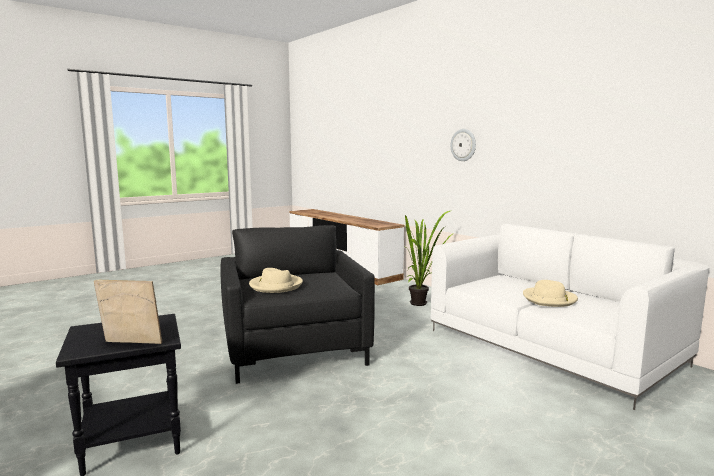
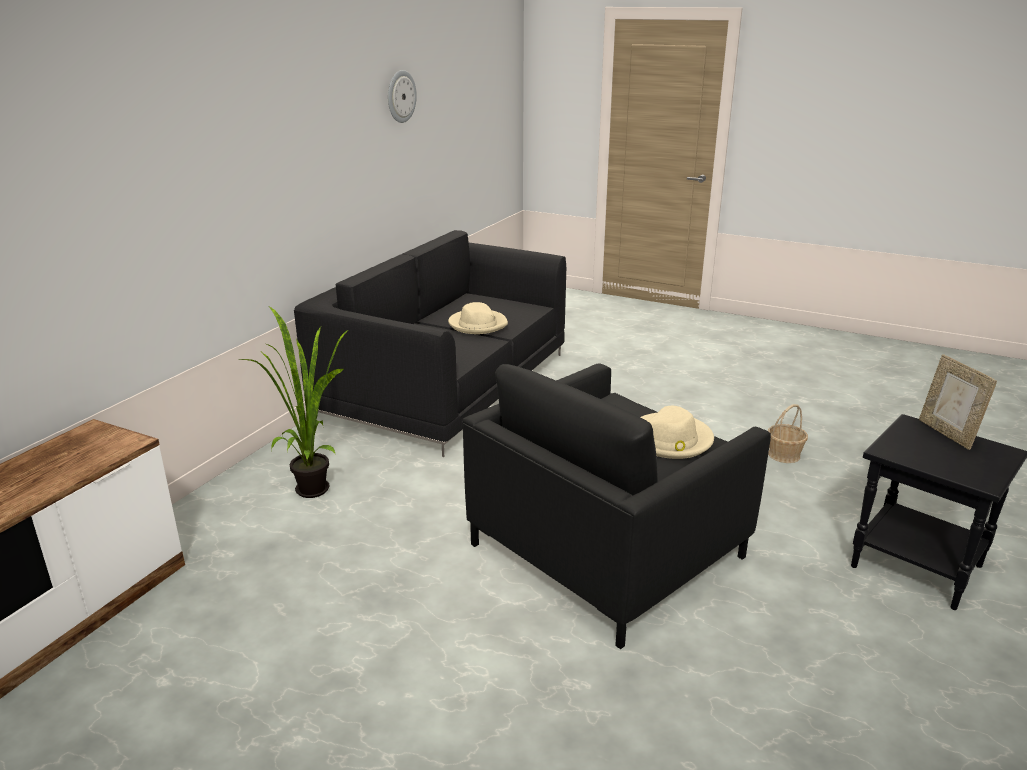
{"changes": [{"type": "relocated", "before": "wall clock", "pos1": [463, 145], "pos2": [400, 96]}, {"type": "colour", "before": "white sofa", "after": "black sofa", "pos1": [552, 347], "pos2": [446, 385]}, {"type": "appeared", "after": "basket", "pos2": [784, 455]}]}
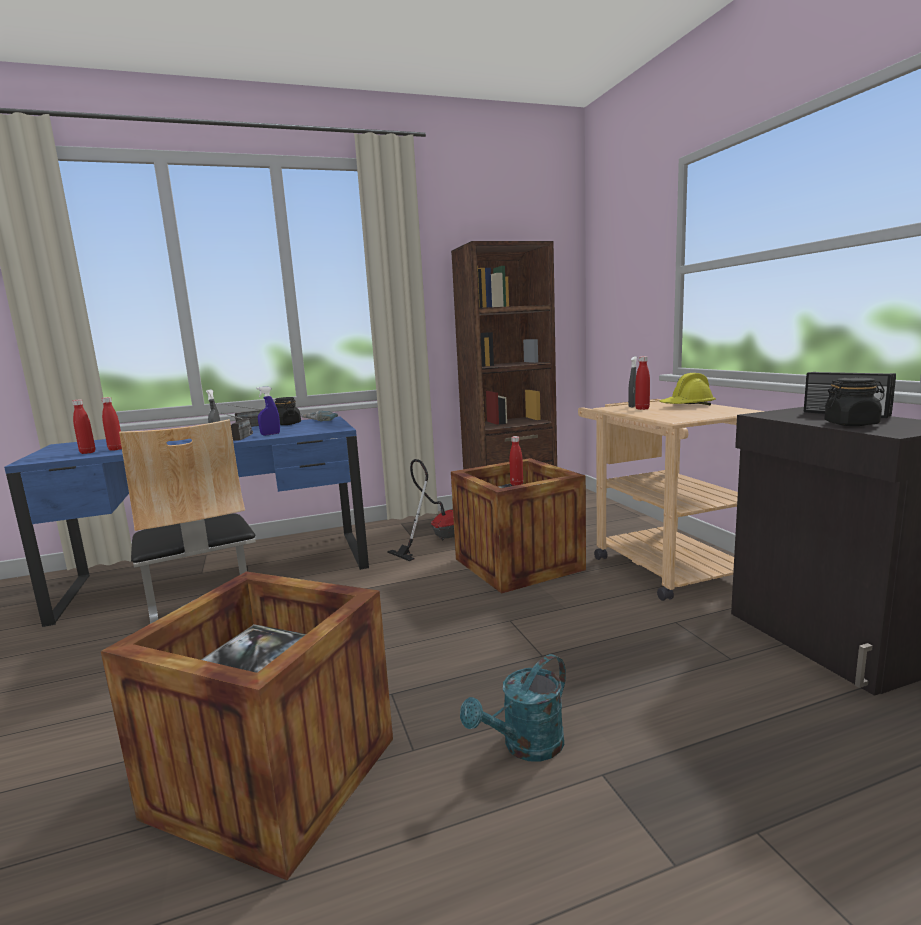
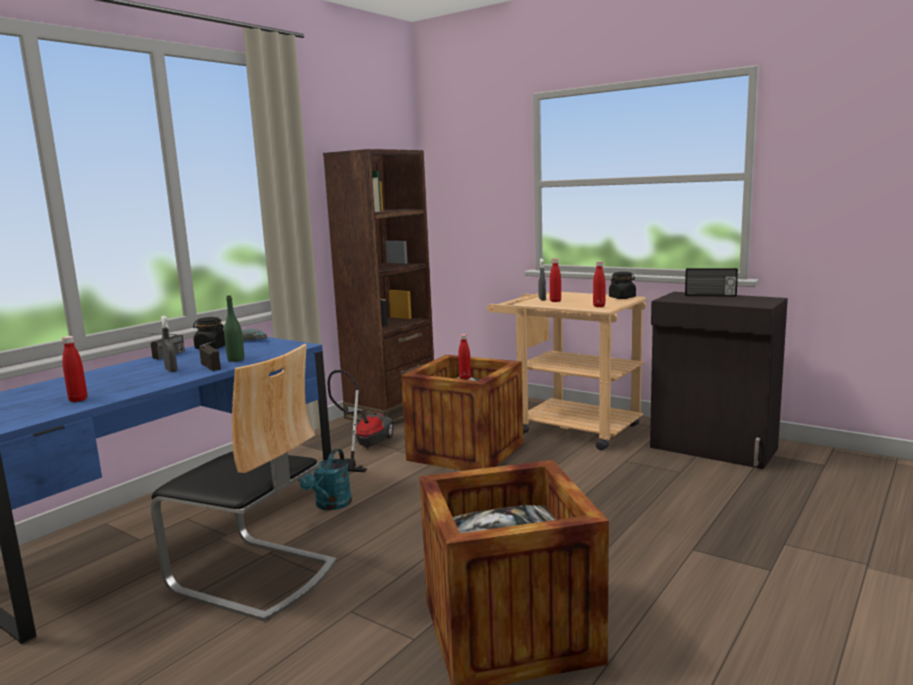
{"changes": [{"type": "missing", "before": "yellow hard hat", "pos1": [687, 406]}, {"type": "relocated", "before": "black jar", "pos1": [851, 424], "pos2": [622, 298]}, {"type": "exchanged", "before": "blue spray bottle", "after": "green bottle", "pos1": [270, 434], "pos2": [236, 360]}, {"type": "relocated", "before": "red bottle", "pos1": [87, 452], "pos2": [599, 306]}, {"type": "relocated", "before": "turquoise watering can", "pos1": [525, 747], "pos2": [330, 505]}]}
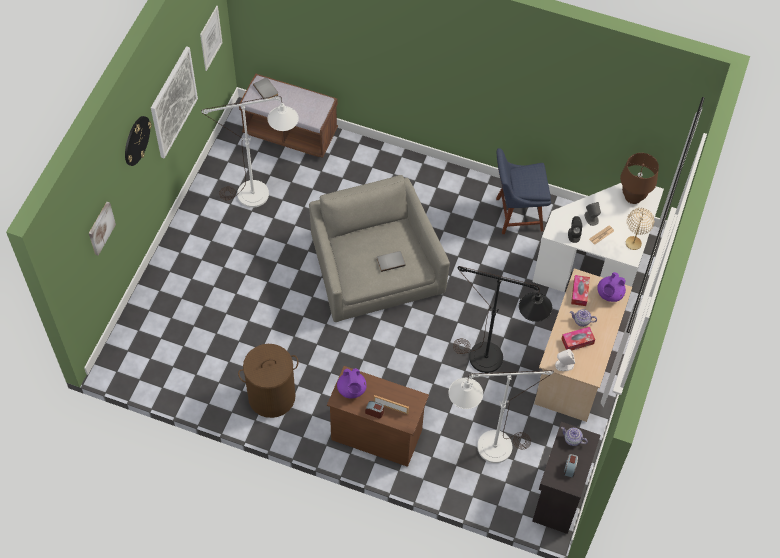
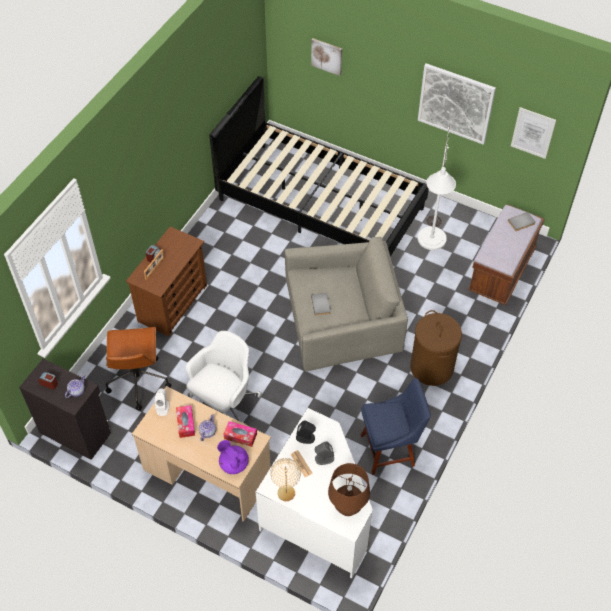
{"changes": [{"type": "missing", "before": "wall clock", "pos1": [136, 140]}, {"type": "spun", "before": "blue chair", "pos1": [516, 214], "pos2": [390, 449], "turn": 75}, {"type": "exchanged", "before": "black floor lamp", "after": "white office chair", "pos1": [495, 362], "pos2": [223, 403]}, {"type": "relocated", "before": "brown laundry basket", "pos1": [271, 397], "pos2": [431, 367]}, {"type": "missing", "before": "purple teapot", "pos1": [351, 390]}, {"type": "exchanged", "before": "white floor lamp", "after": "brown office chair", "pos1": [484, 449], "pos2": [138, 381]}, {"type": "appeared", "after": "black bed", "pos2": [320, 203]}]}
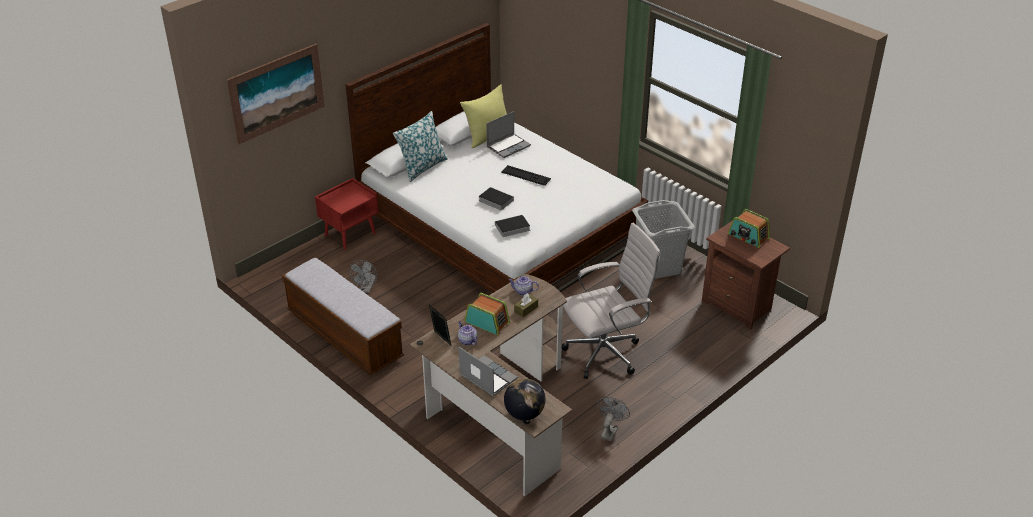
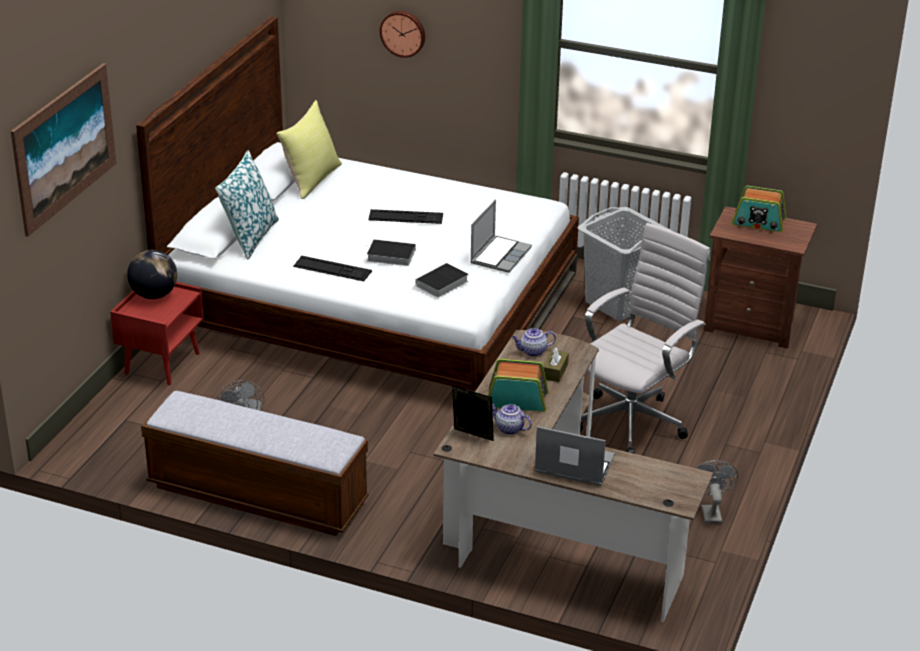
{"changes": [{"type": "relocated", "before": "laptop", "pos1": [508, 146], "pos2": [500, 255]}, {"type": "relocated", "before": "globe", "pos1": [524, 414], "pos2": [154, 295]}, {"type": "appeared", "after": "wall clock", "pos2": [403, 33]}, {"type": "appeared", "after": "keyboard", "pos2": [332, 269]}]}
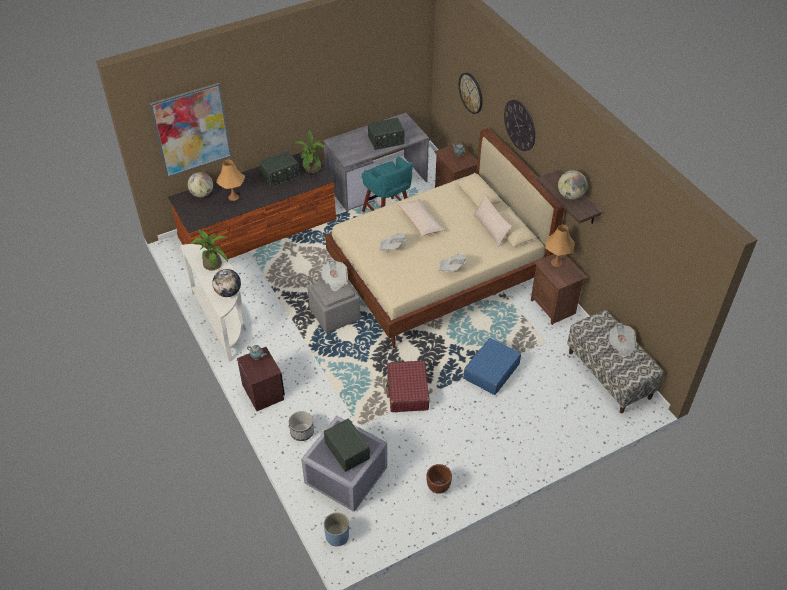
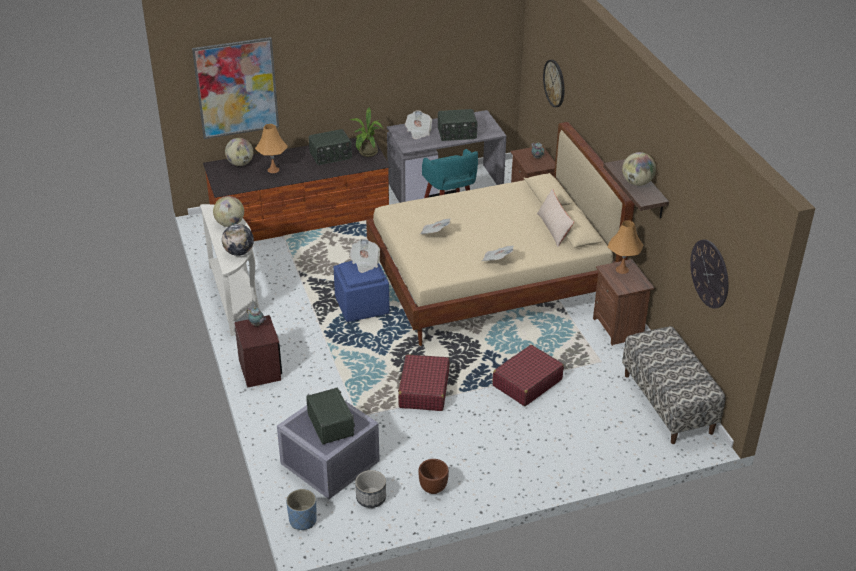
{"changes": [{"type": "relocated", "before": "wall clock", "pos1": [520, 125], "pos2": [709, 273]}, {"type": "missing", "before": "beige pillow", "pos1": [420, 222]}, {"type": "exchanged", "before": "potted plant", "after": "globe", "pos1": [212, 263], "pos2": [230, 224]}, {"type": "colour", "before": "grey ottoman", "after": "blue ottoman", "pos1": [335, 315], "pos2": [362, 306]}, {"type": "relocated", "before": "newspaper", "pos1": [621, 345], "pos2": [418, 132]}, {"type": "colour", "before": "blue suitcase", "after": "red suitcase", "pos1": [491, 371], "pos2": [527, 383]}, {"type": "relocated", "before": "planter", "pos1": [302, 432], "pos2": [371, 498]}]}
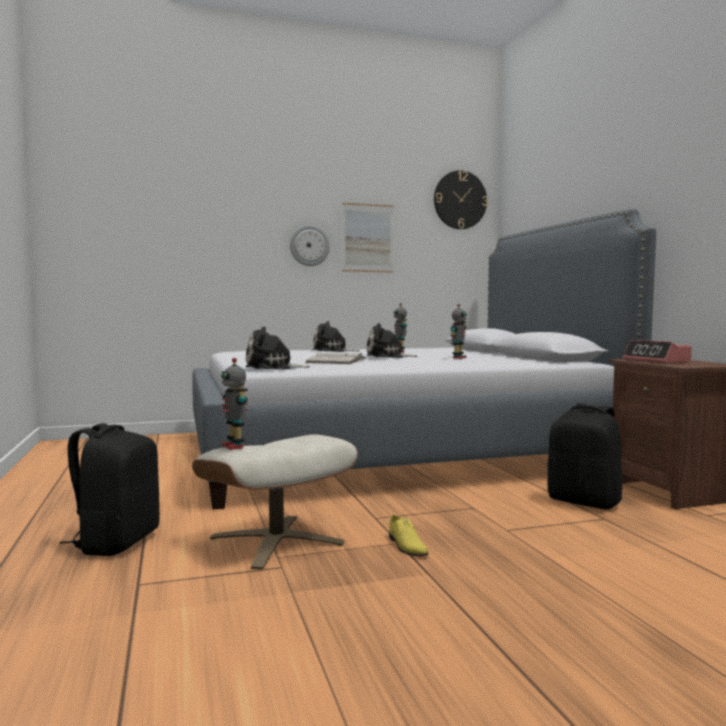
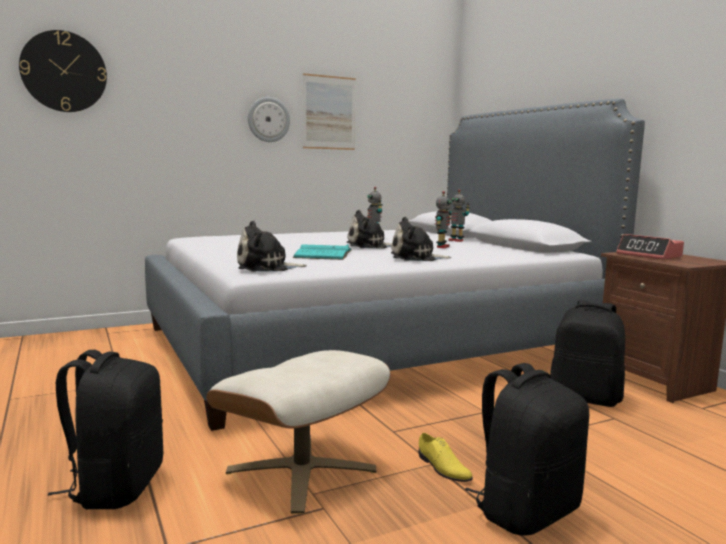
{"changes": [{"type": "relocated", "before": "wall clock", "pos1": [460, 200], "pos2": [64, 72]}, {"type": "relocated", "before": "plush toy", "pos1": [332, 351], "pos2": [416, 258]}, {"type": "colour", "before": "white book", "after": "turquoise book", "pos1": [336, 361], "pos2": [323, 254]}, {"type": "relocated", "before": "toy robot", "pos1": [234, 446], "pos2": [456, 240]}, {"type": "appeared", "after": "black backpack", "pos2": [525, 511]}]}
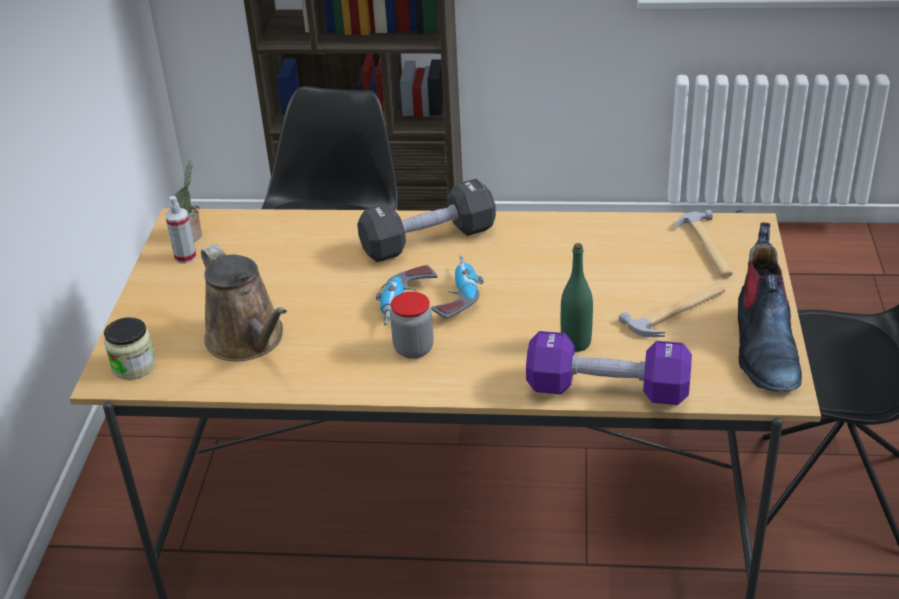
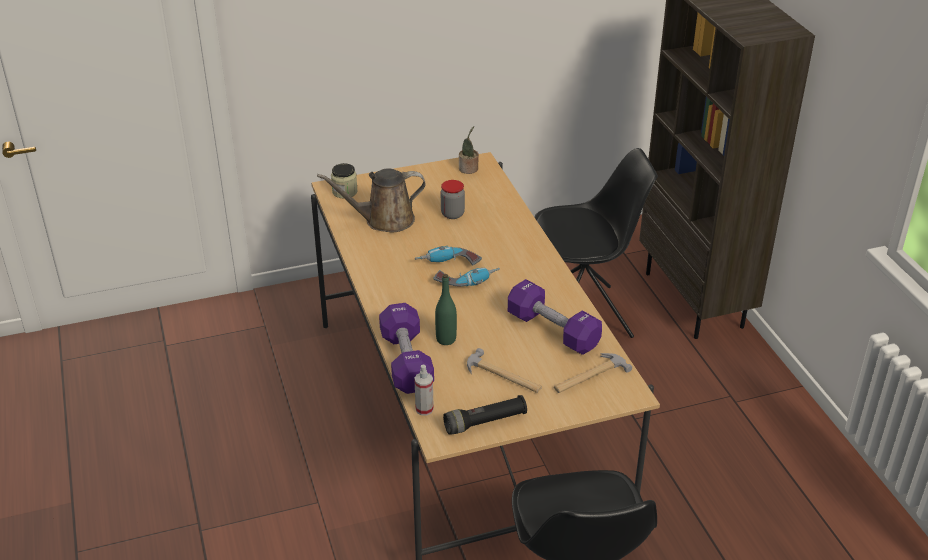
{"changes": [{"type": "missing", "before": "black dumbbell", "pos1": [428, 240]}, {"type": "relocated", "before": "spray bottle", "pos1": [185, 257], "pos2": [424, 409]}, {"type": "exchanged", "before": "boot", "after": "black flashlight", "pos1": [764, 348], "pos2": [485, 422]}, {"type": "spun", "before": "brown watering can", "pos1": [249, 340], "pos2": [384, 220], "turn": 45}, {"type": "relocated", "before": "jar", "pos1": [413, 349], "pos2": [452, 214]}, {"type": "appeared", "after": "purple dumbbell", "pos2": [553, 330]}]}
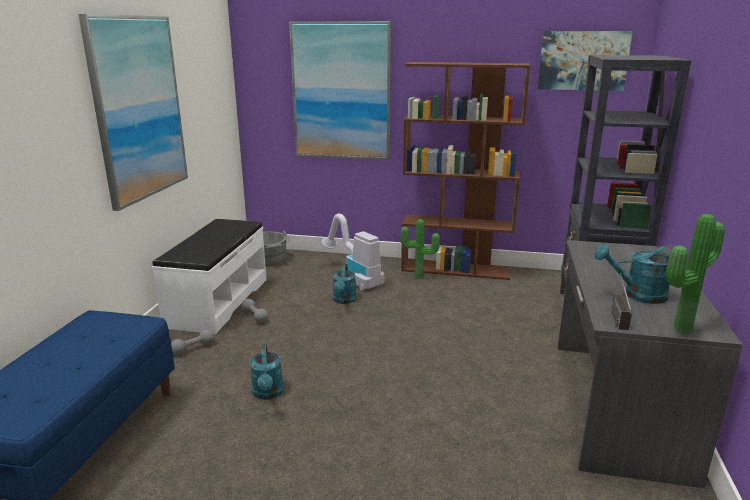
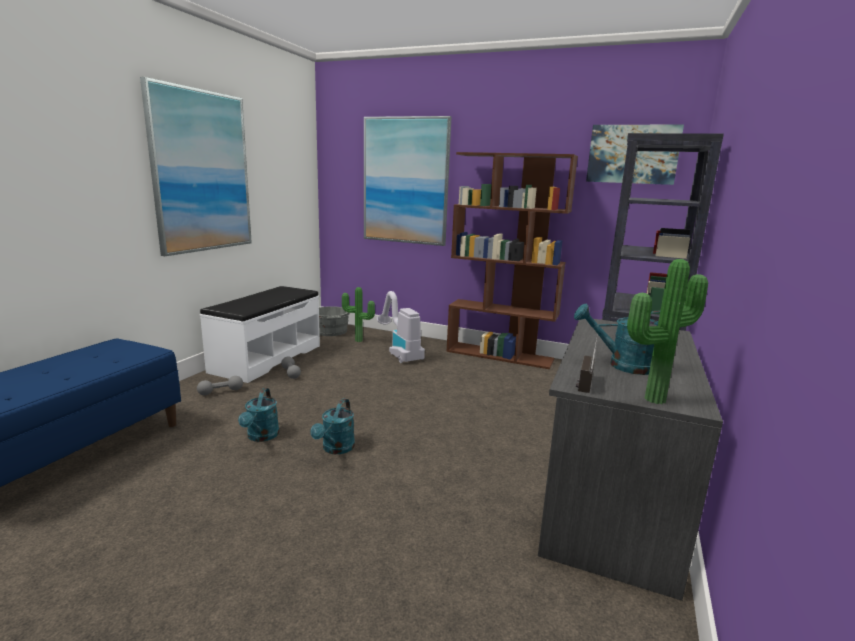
{"changes": [{"type": "relocated", "before": "potted plant", "pos1": [418, 278], "pos2": [358, 341]}, {"type": "relocated", "before": "turquoise watering can", "pos1": [344, 300], "pos2": [336, 449]}]}
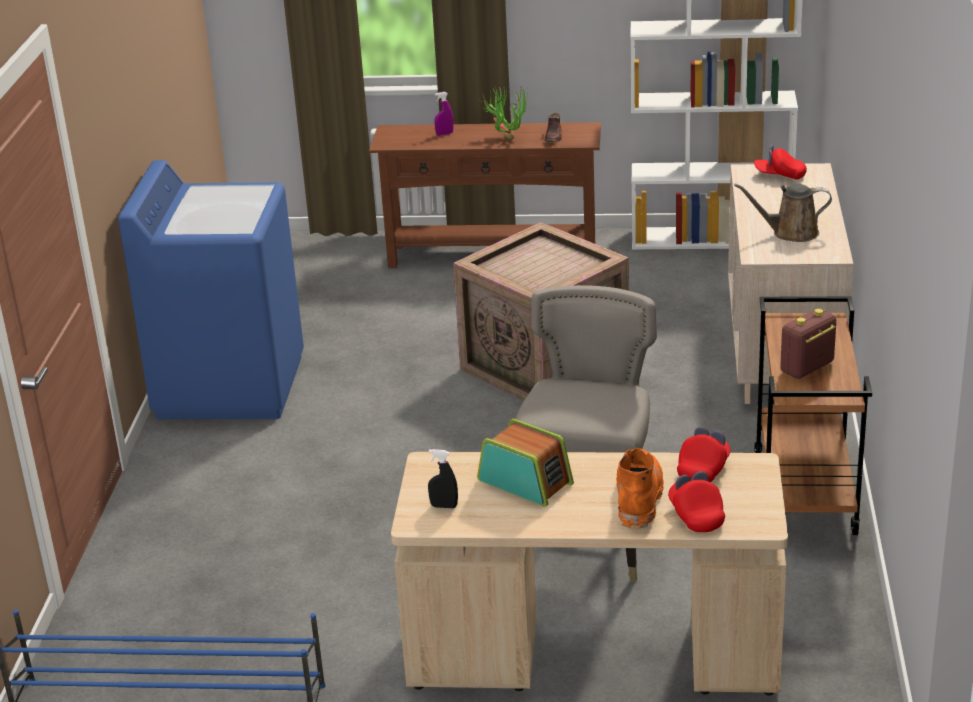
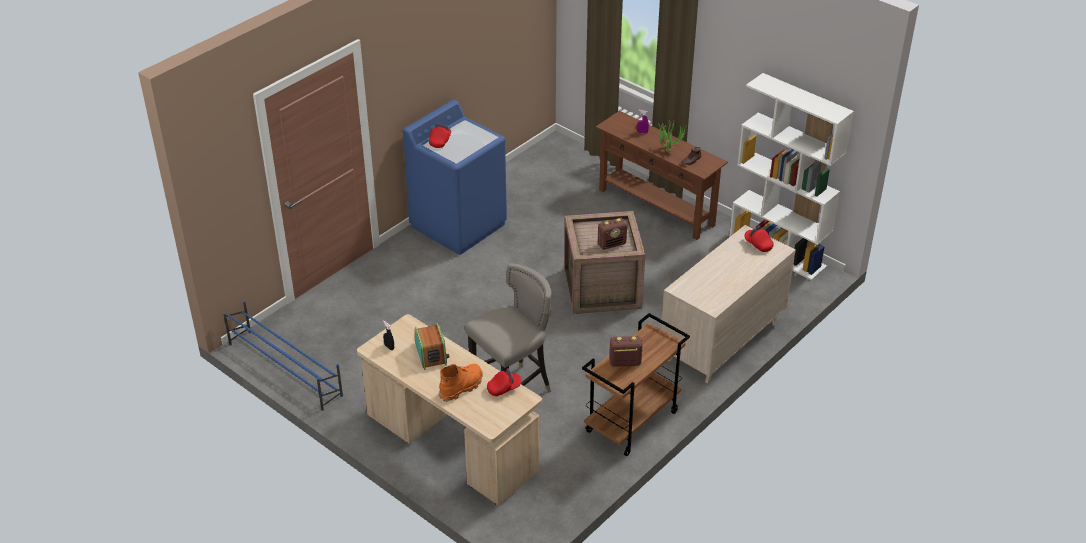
{"changes": [{"type": "missing", "before": "brown watering can", "pos1": [790, 233]}, {"type": "relocated", "before": "red cap", "pos1": [696, 515], "pos2": [440, 141]}, {"type": "appeared", "after": "radio", "pos2": [612, 244]}]}
